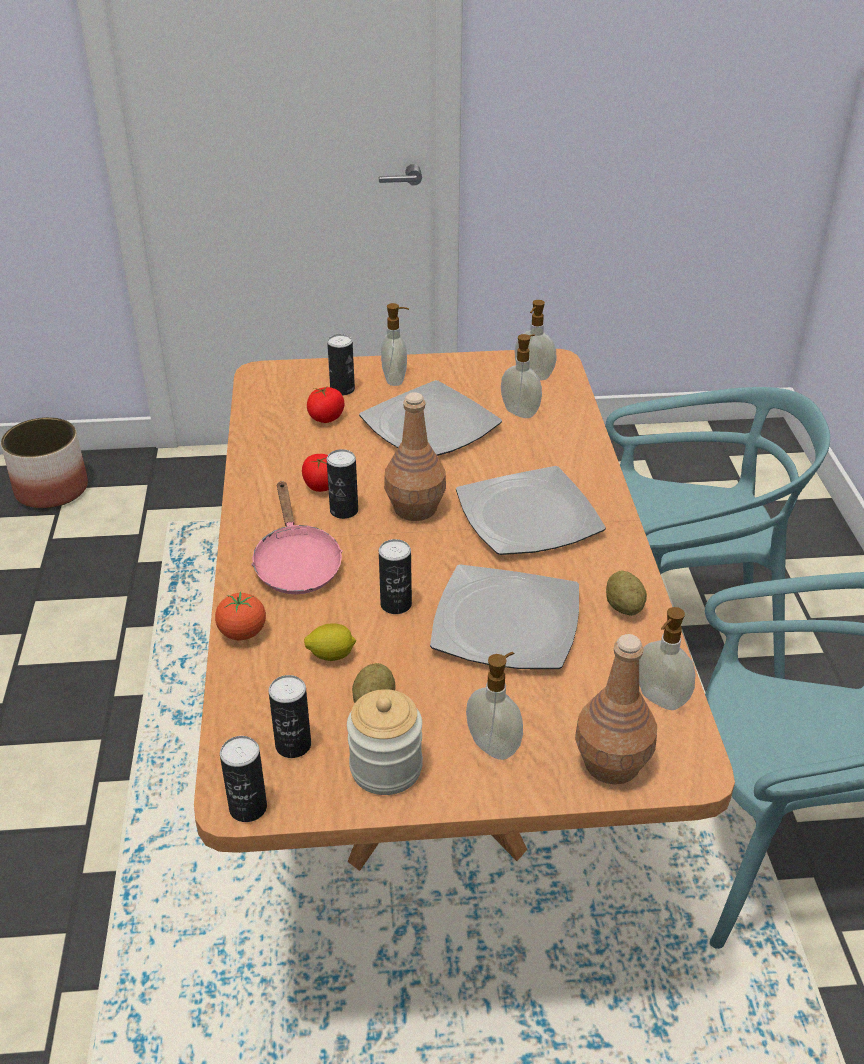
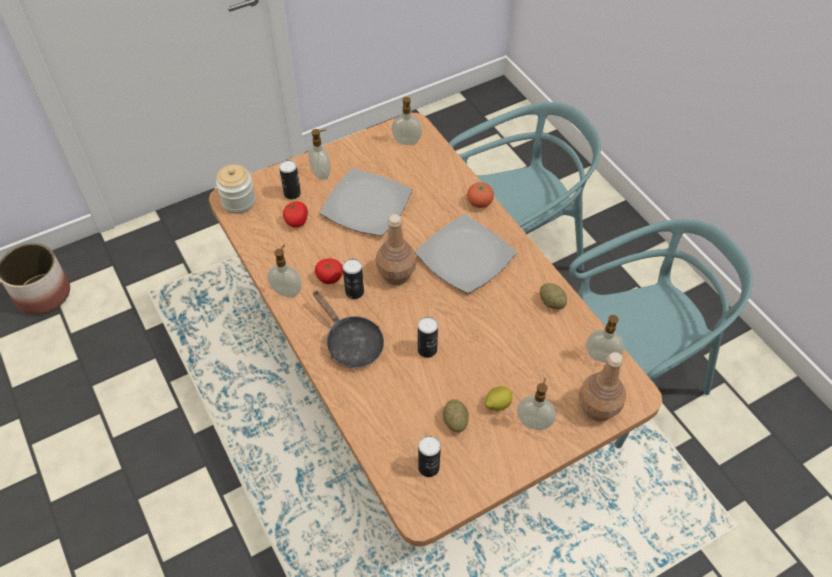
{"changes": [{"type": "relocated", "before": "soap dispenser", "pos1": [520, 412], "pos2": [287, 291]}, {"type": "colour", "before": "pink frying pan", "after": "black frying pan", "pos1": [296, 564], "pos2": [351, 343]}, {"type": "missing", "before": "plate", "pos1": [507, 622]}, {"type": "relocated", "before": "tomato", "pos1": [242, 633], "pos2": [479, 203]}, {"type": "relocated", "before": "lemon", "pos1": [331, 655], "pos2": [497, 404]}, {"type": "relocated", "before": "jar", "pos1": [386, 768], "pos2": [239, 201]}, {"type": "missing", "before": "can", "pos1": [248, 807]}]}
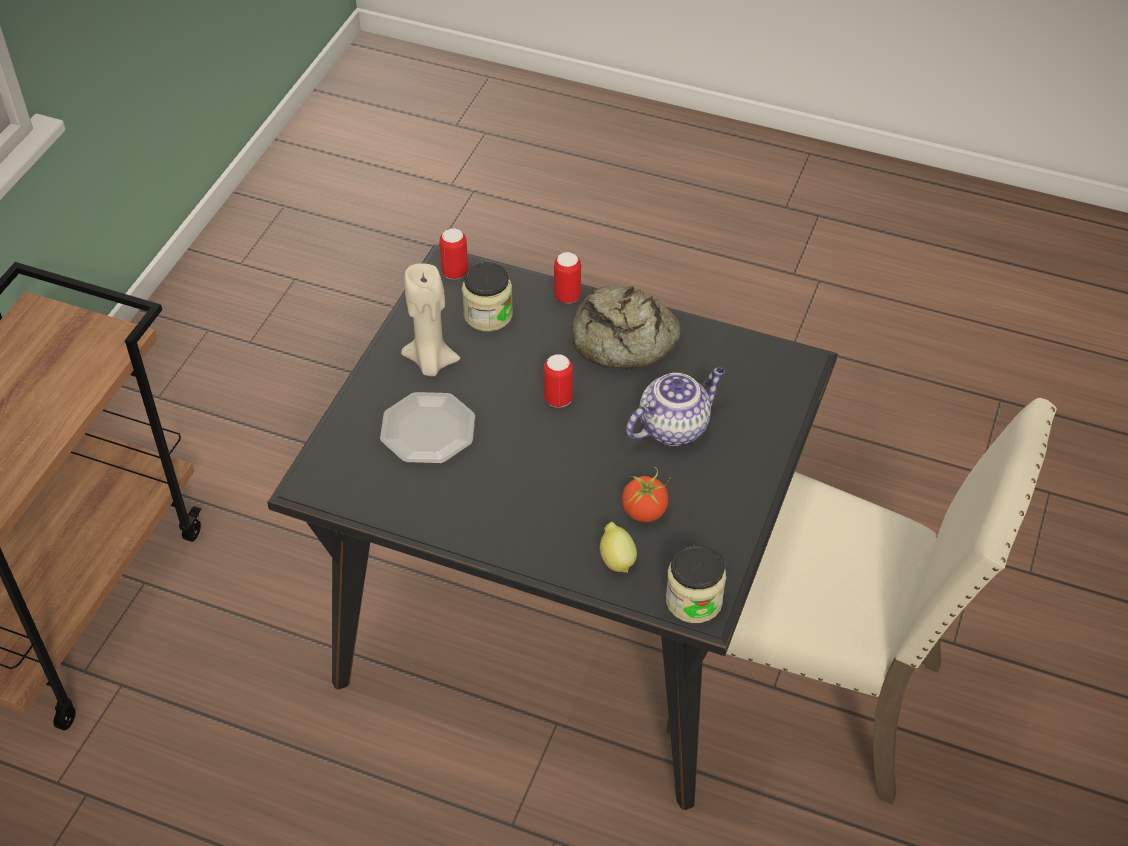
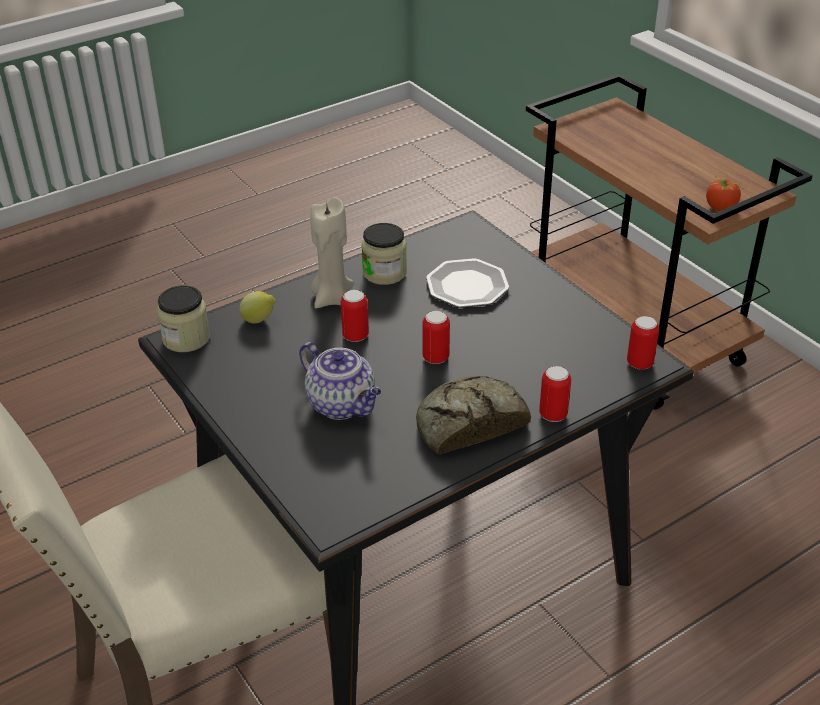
{"changes": [{"type": "relocated", "before": "jar", "pos1": [488, 315], "pos2": [384, 272]}, {"type": "relocated", "before": "beige candle", "pos1": [430, 362], "pos2": [331, 298]}, {"type": "spun", "before": "teapot", "pos1": [674, 426], "pos2": [343, 405], "turn": -45}, {"type": "relocated", "before": "tomato", "pos1": [644, 511], "pos2": [721, 207]}, {"type": "appeared", "after": "can", "pos2": [355, 336]}]}
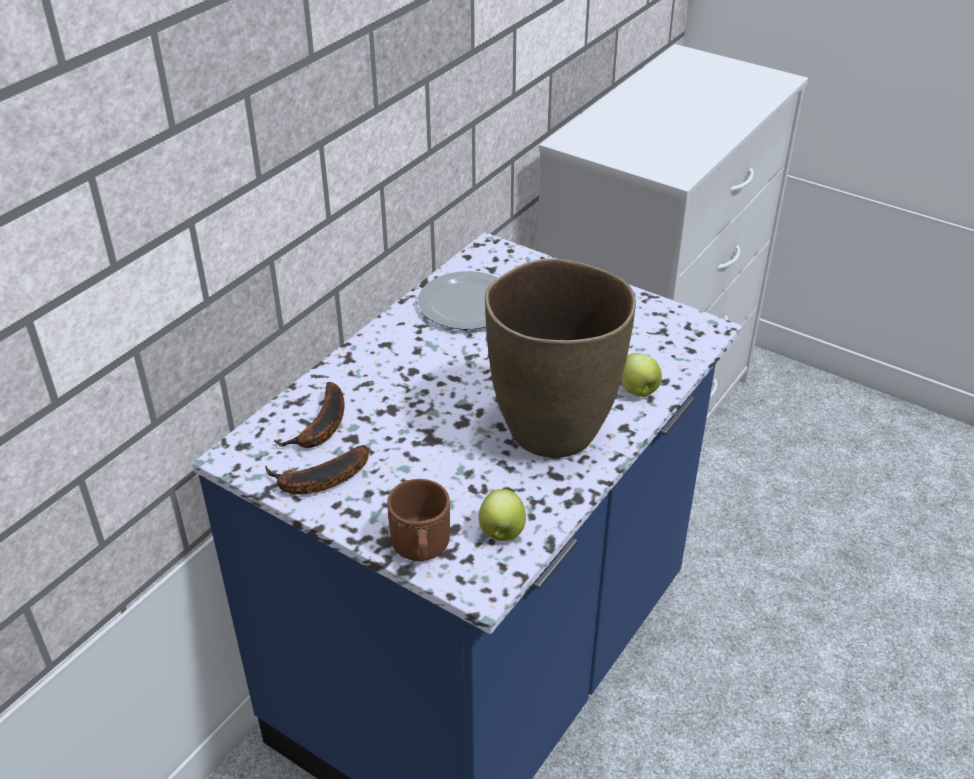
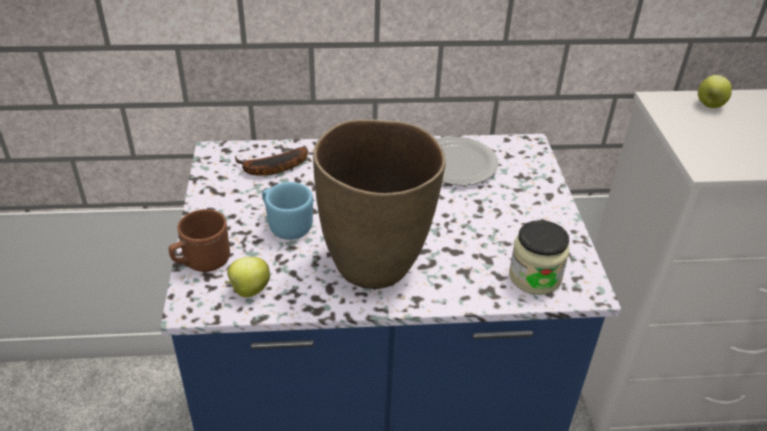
{"changes": [{"type": "relocated", "before": "apple", "pos1": [638, 391], "pos2": [709, 105]}, {"type": "missing", "before": "banana", "pos1": [318, 481]}, {"type": "appeared", "after": "blue mug", "pos2": [286, 225]}, {"type": "appeared", "after": "jar", "pos2": [535, 277]}]}
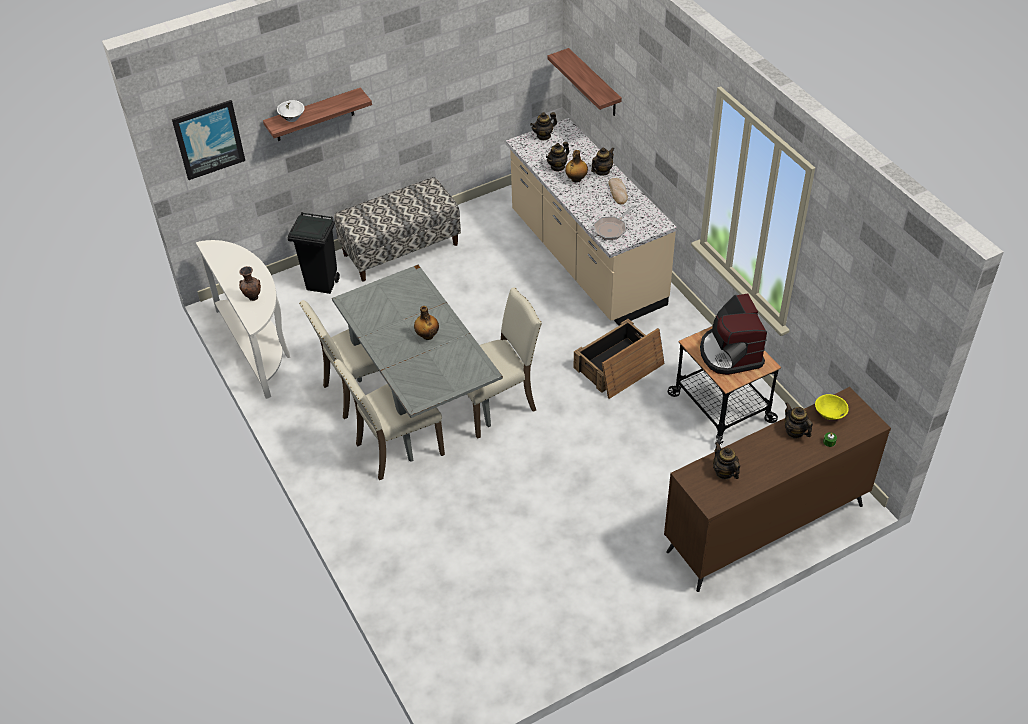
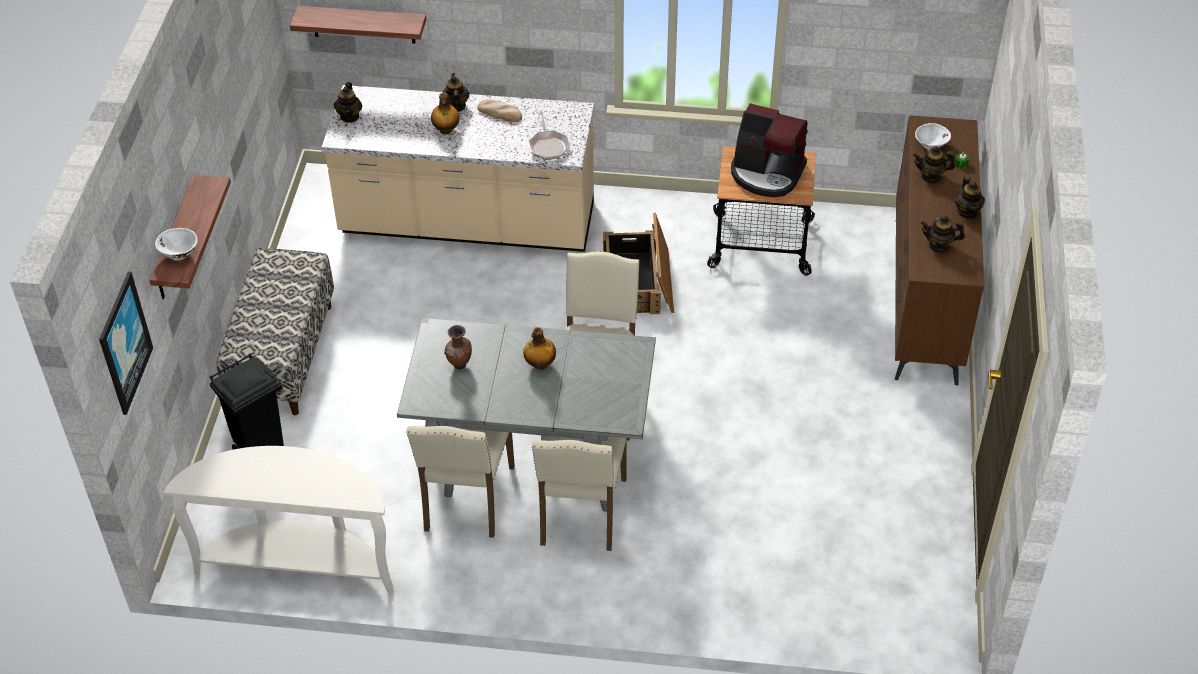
{"changes": [{"type": "relocated", "before": "teapot", "pos1": [557, 166], "pos2": [967, 212]}, {"type": "relocated", "before": "brown vase", "pos1": [252, 298], "pos2": [460, 366]}, {"type": "colour", "before": "yellow bowl", "after": "white bowl", "pos1": [829, 415], "pos2": [930, 146]}]}
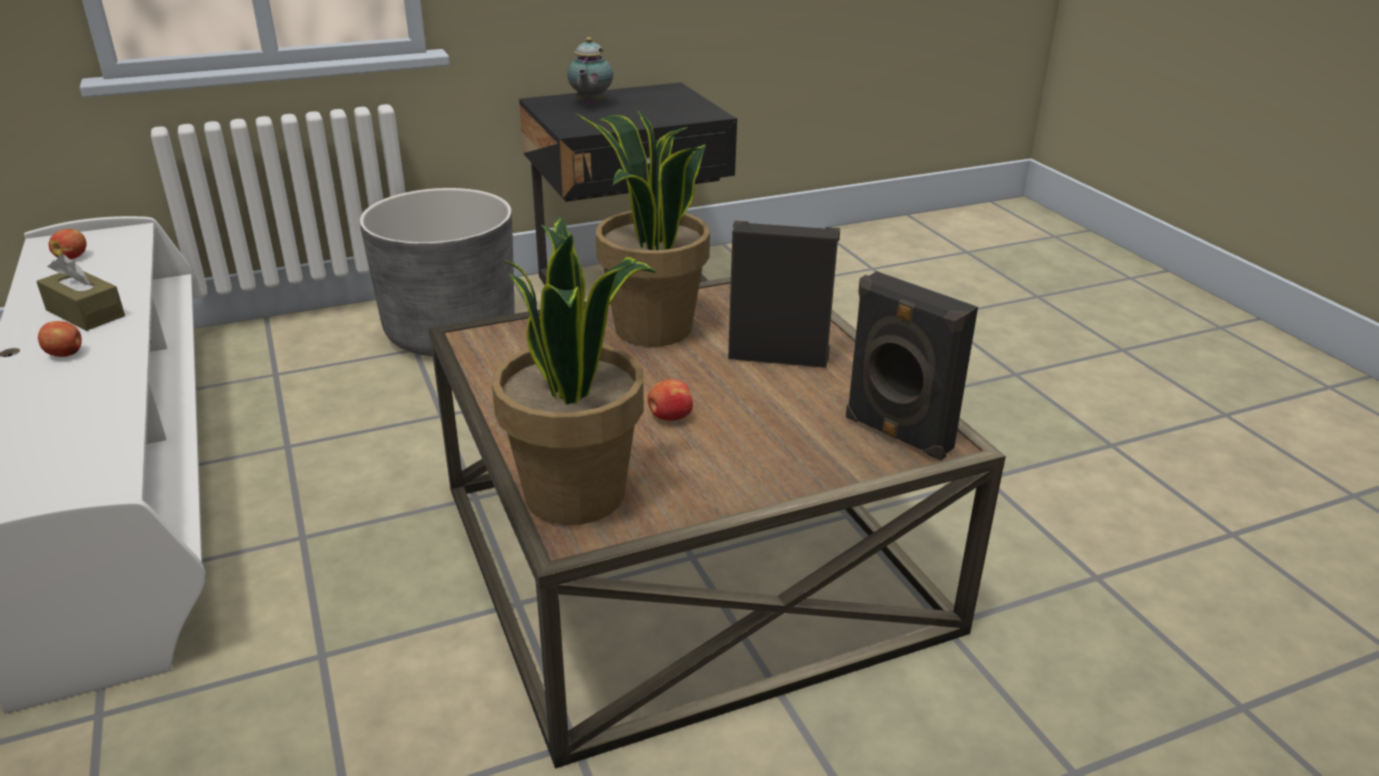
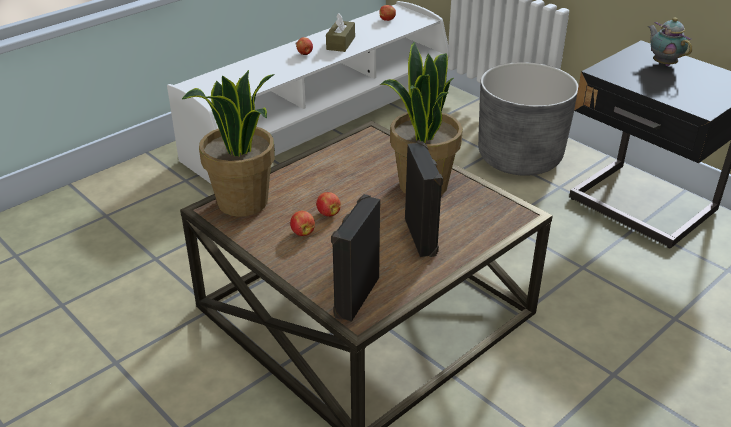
{"changes": [{"type": "spun", "before": "teapot", "pos1": [590, 103], "pos2": [663, 63], "turn": 75}, {"type": "appeared", "after": "apple", "pos2": [302, 232]}]}
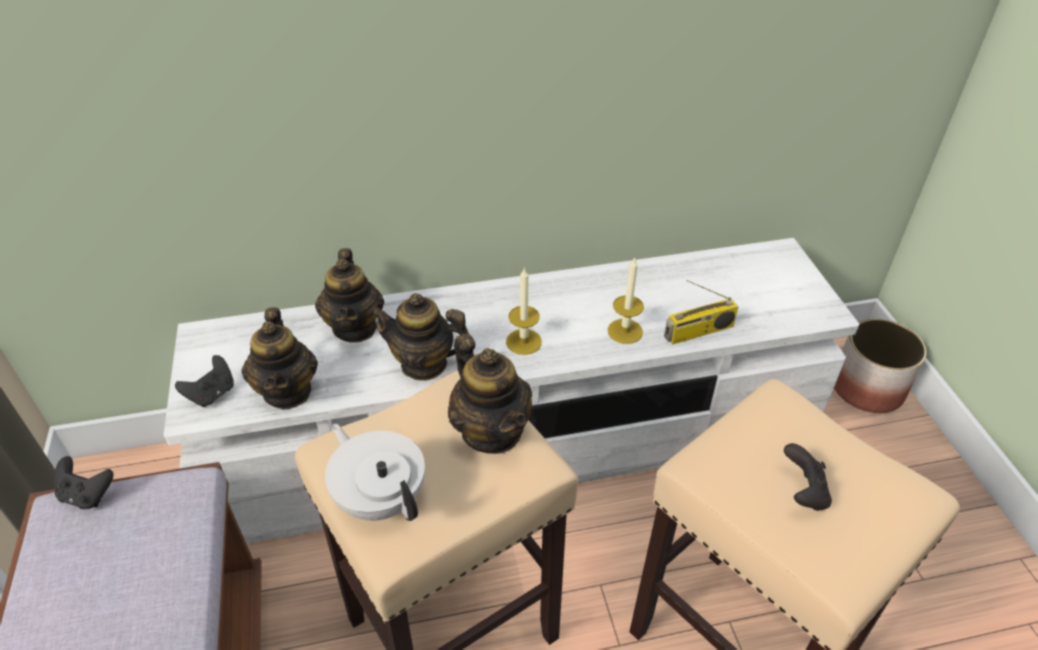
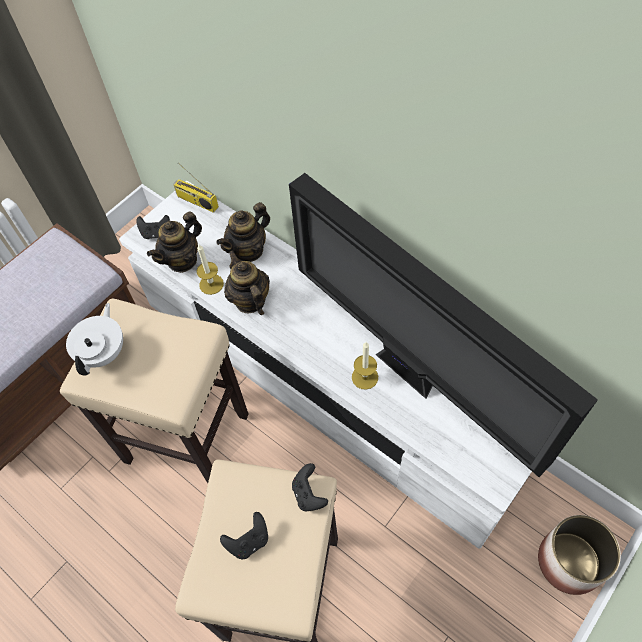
{"changes": [{"type": "relocated", "before": "candle", "pos1": [523, 342], "pos2": [211, 284]}, {"type": "relocated", "before": "radio", "pos1": [698, 332], "pos2": [196, 202]}, {"type": "missing", "before": "teapot", "pos1": [491, 431]}, {"type": "relocated", "before": "black game controller", "pos1": [87, 495], "pos2": [309, 494]}, {"type": "appeared", "after": "television", "pos2": [410, 373]}]}
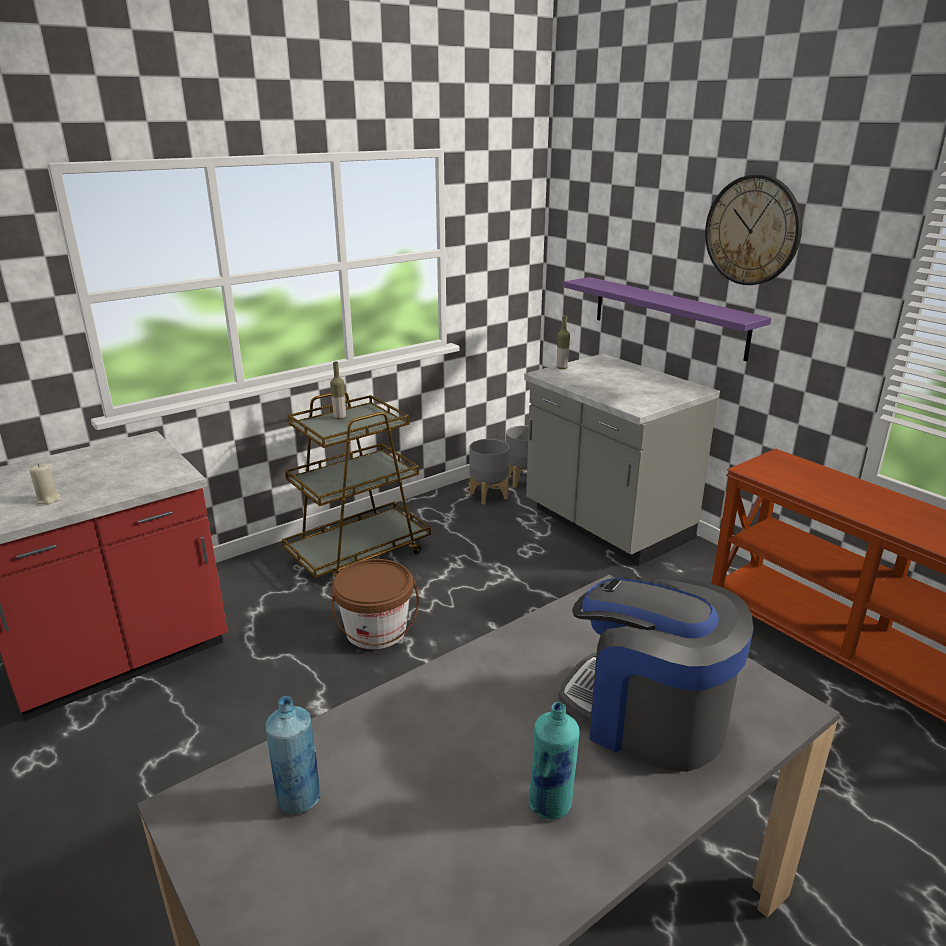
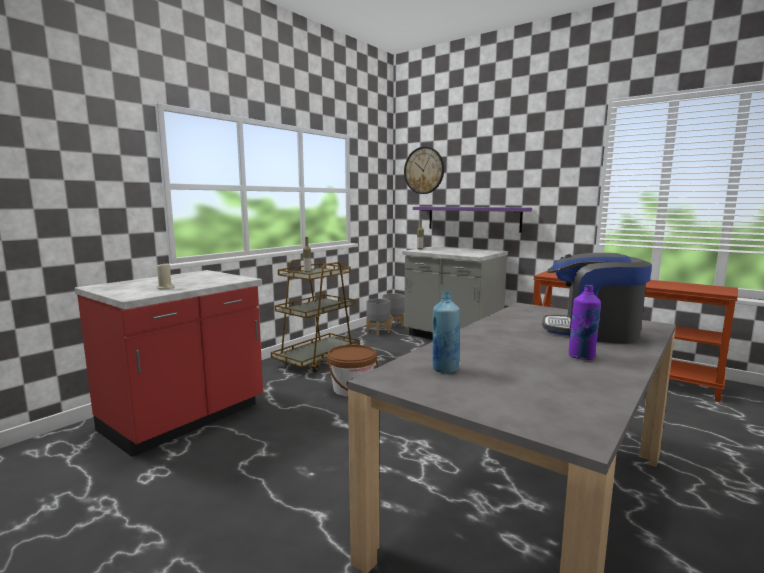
{"changes": [{"type": "relocated", "before": "wall clock", "pos1": [752, 230], "pos2": [424, 170]}, {"type": "colour", "before": "turquoise bottle", "after": "purple bottle", "pos1": [551, 804], "pos2": [582, 357]}]}
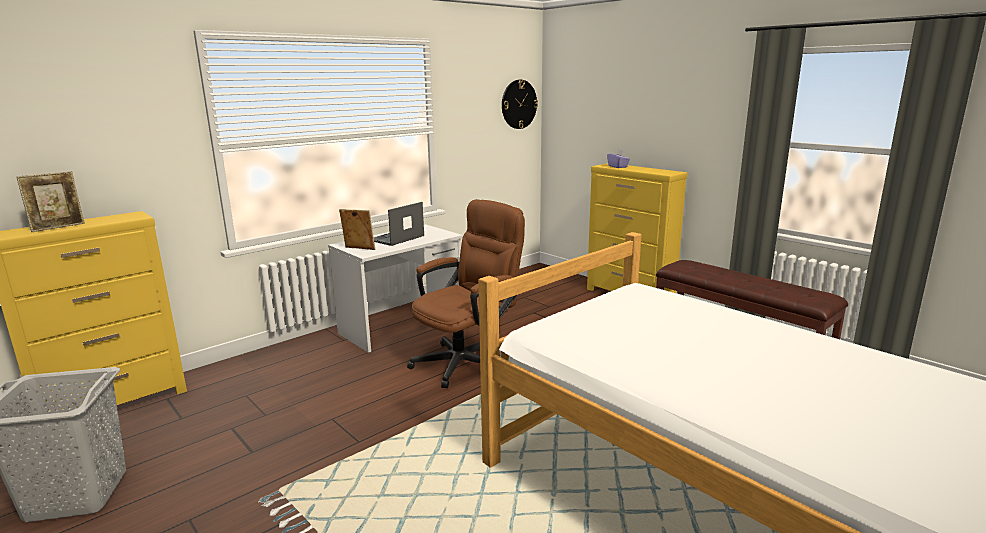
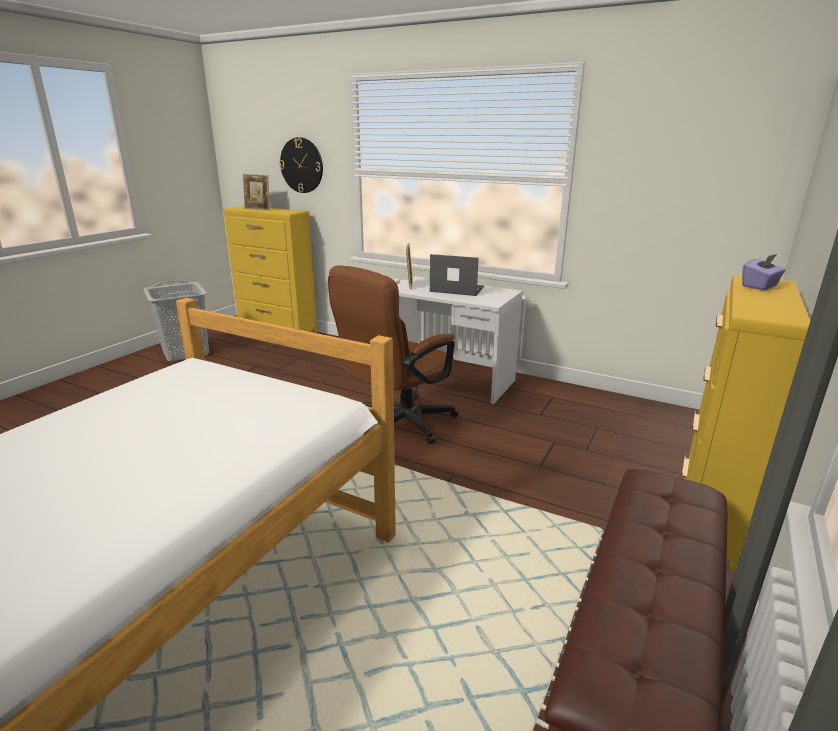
{"changes": [{"type": "relocated", "before": "wall clock", "pos1": [519, 104], "pos2": [302, 165]}, {"type": "spun", "before": "brown office chair", "pos1": [468, 360], "pos2": [398, 425], "turn": 105}]}
